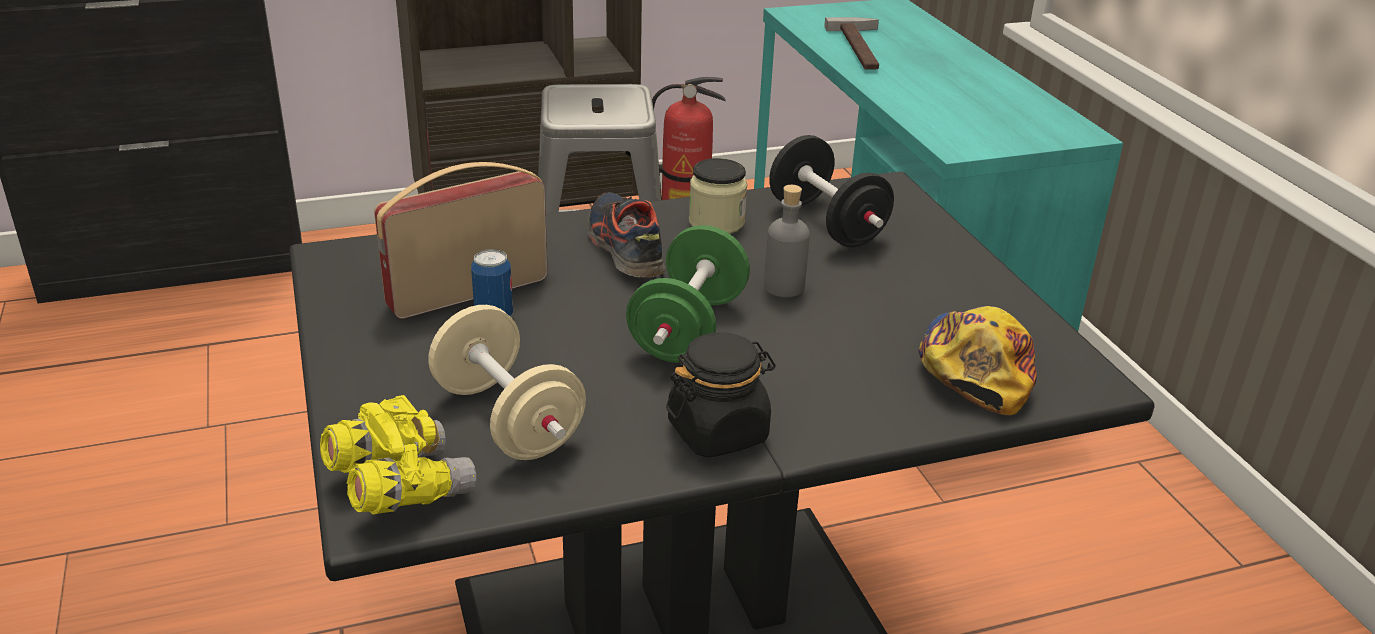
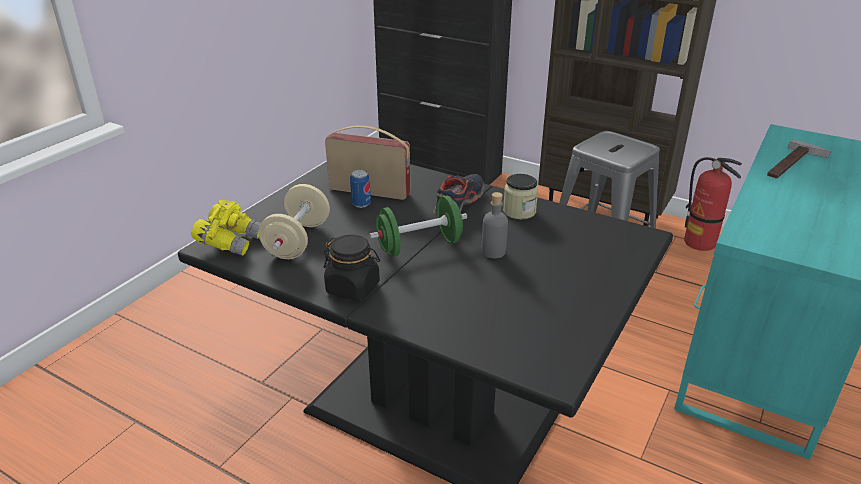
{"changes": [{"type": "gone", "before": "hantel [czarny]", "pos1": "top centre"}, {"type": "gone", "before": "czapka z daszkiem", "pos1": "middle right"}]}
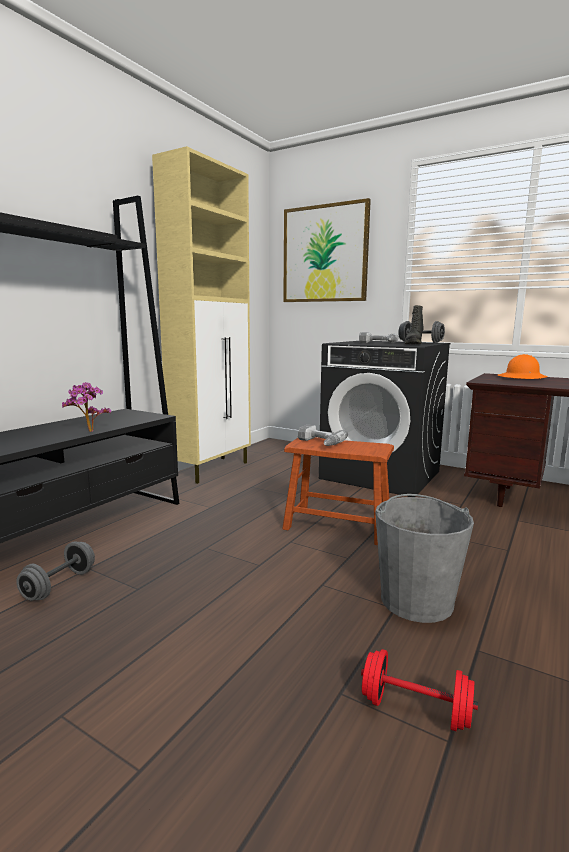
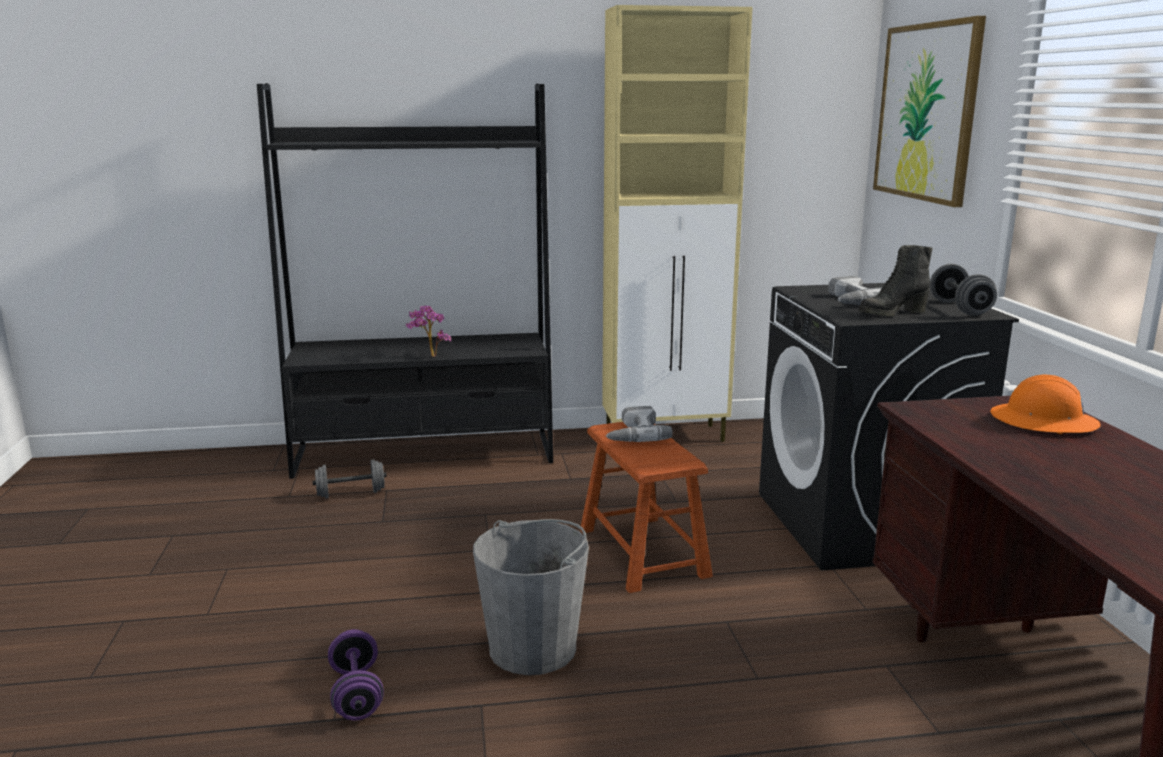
{"changes": [{"type": "repainted", "before": "hantel [czerwony]", "after": "hantel [fioletowy]", "pos1": "bottom right", "pos2": "bottom left"}]}
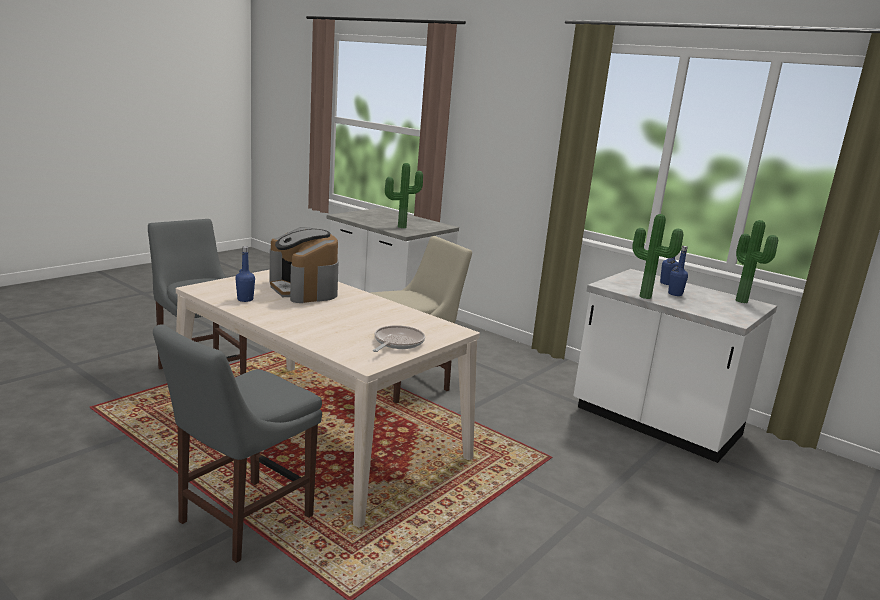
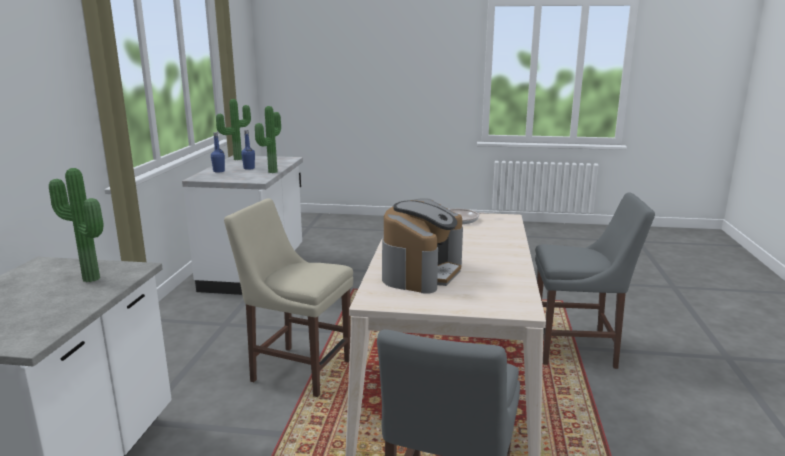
{"changes": [{"type": "gone", "before": "butelka [niebieski] (no. 1 from left)", "pos1": "middle left"}]}
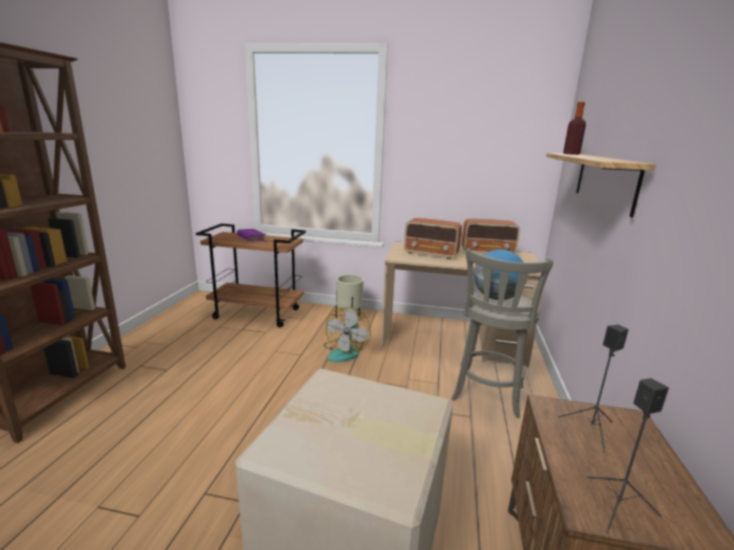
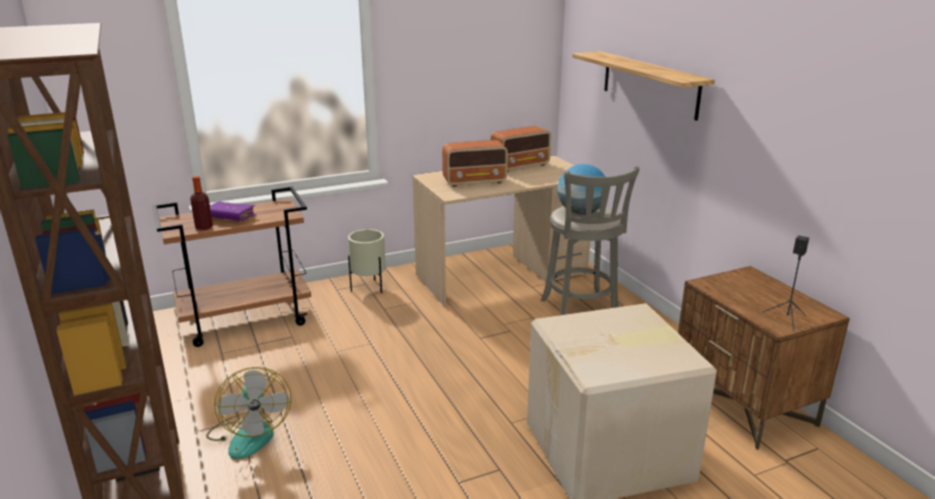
{"changes": [{"type": "shifted", "before": "wentylator", "pos1": "centre", "pos2": "bottom left"}, {"type": "gone", "before": "głośnik [czarny] (no. 1 from left)", "pos1": "bottom right"}, {"type": "shifted", "before": "butelka", "pos1": "top right", "pos2": "middle left"}]}
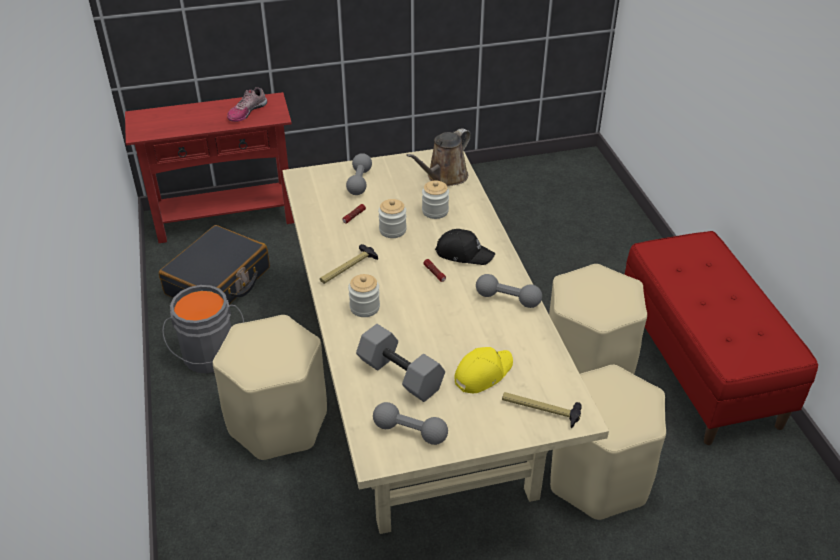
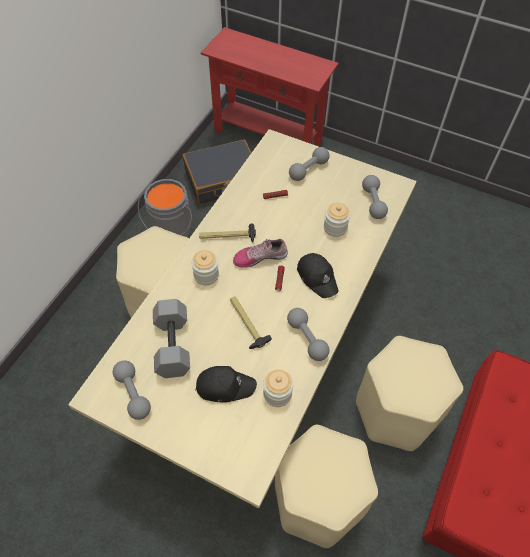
{"changes": [{"type": "shifted", "before": "but", "pos1": "top left", "pos2": "centre"}, {"type": "shifted", "before": "słoik (no. 2 from left)", "pos1": "centre", "pos2": "bottom centre"}, {"type": "swapped", "before": "konewka [brązowy]", "after": "hantel [szary] (no. 5 from left)", "pos1": "top centre", "pos2": "middle right"}, {"type": "repainted", "before": "czapka z daszkiem [żółty]", "after": "czapka z daszkiem [czarny] (no. 1 from left)", "pos1": "centre", "pos2": "bottom centre"}, {"type": "shifted", "before": "młotek (no. 2 from left)", "pos1": "bottom centre", "pos2": "centre"}]}
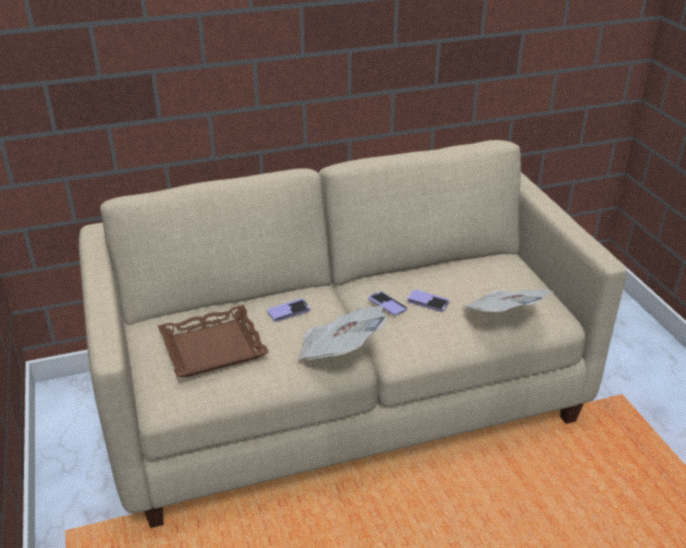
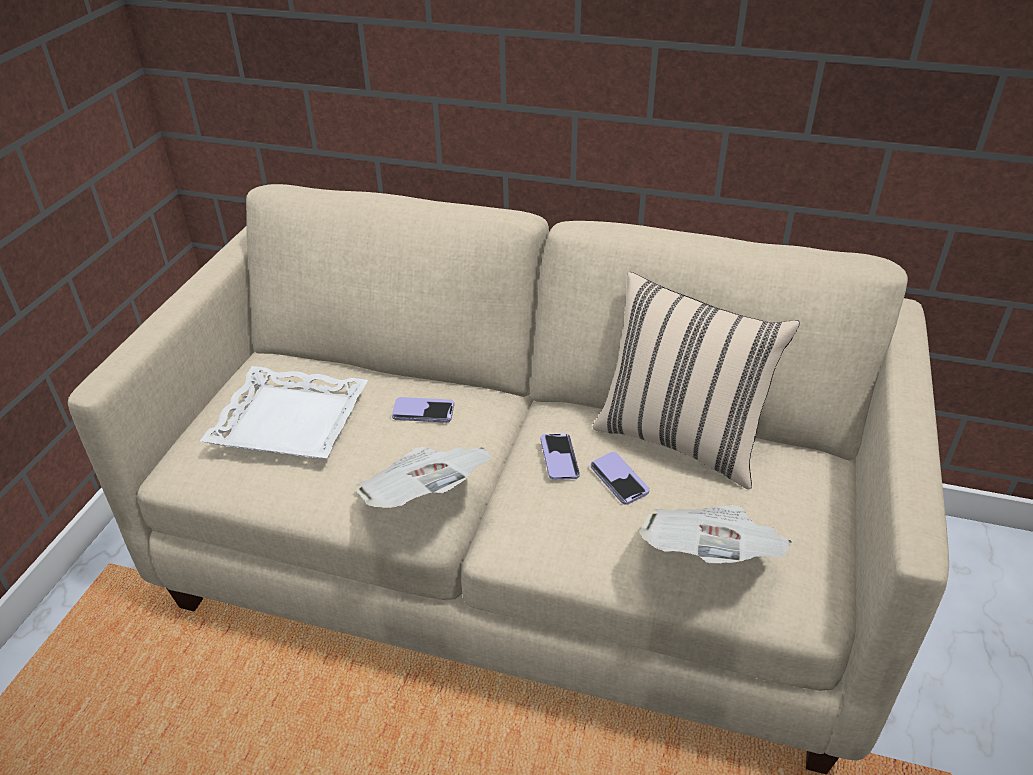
{"changes": [{"type": "repainted", "before": "taca [brązowy]", "after": "taca [biały]", "pos1": "middle left", "pos2": "middle left"}, {"type": "new", "after": "poduszka [beżowy]", "pos2": "middle right"}]}
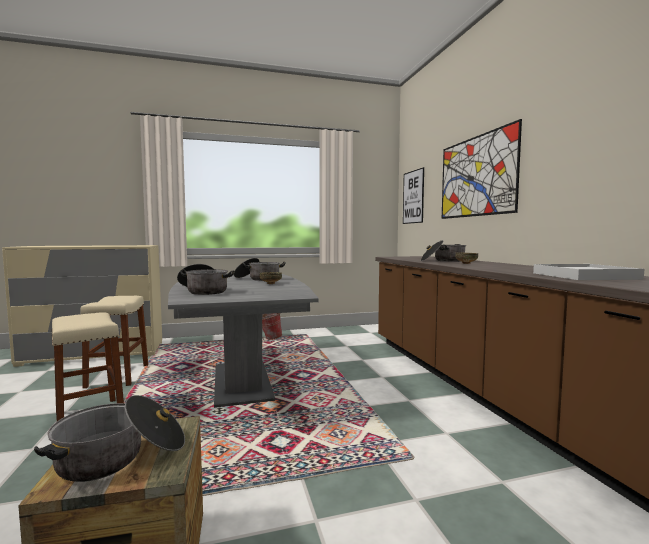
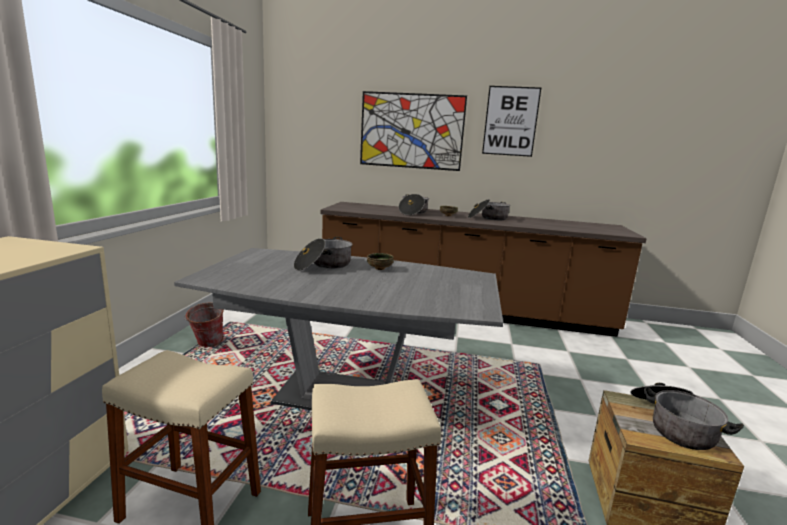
{"changes": [{"type": "shifted", "before": "garnek (no. 2 from left in the first image)", "after": "garnek (no. 3 from left)", "pos1": "middle left", "pos2": "centre"}, {"type": "shifted", "before": "obraz (no. 1 from left in the first image)", "after": "obraz (no. 2 from left)", "pos1": "centre", "pos2": "top centre"}, {"type": "gone", "before": "taca [biały]", "pos1": "middle right"}]}
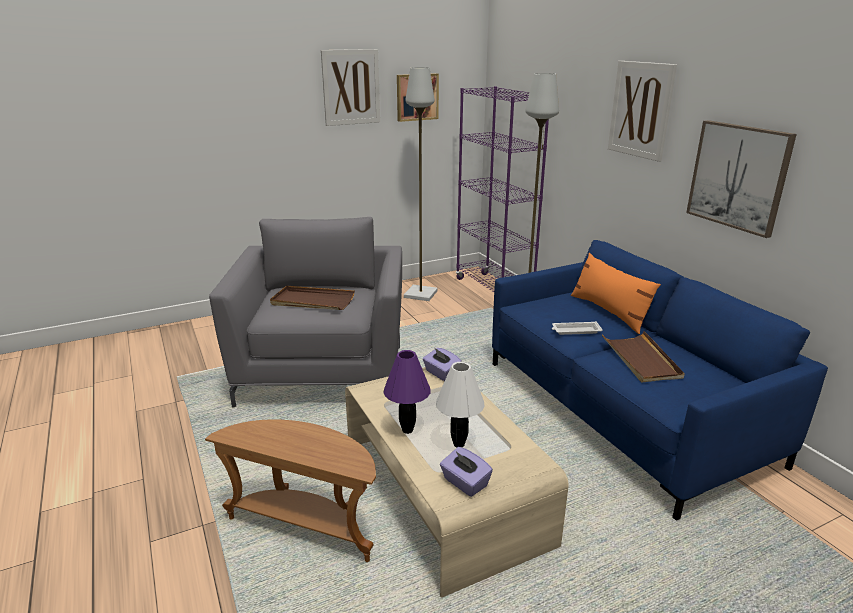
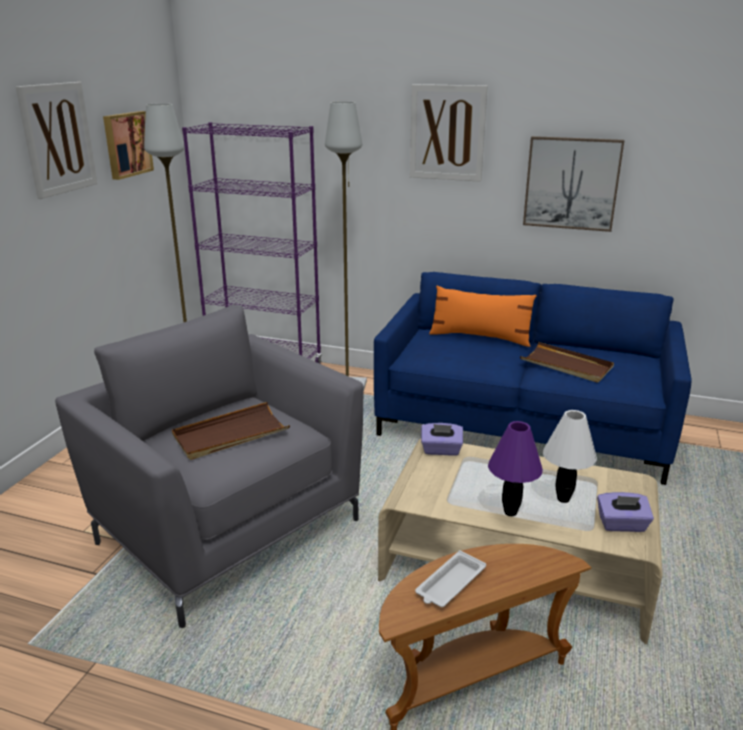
{"changes": [{"type": "shifted", "before": "taca [biały]", "pos1": "middle right", "pos2": "bottom centre"}]}
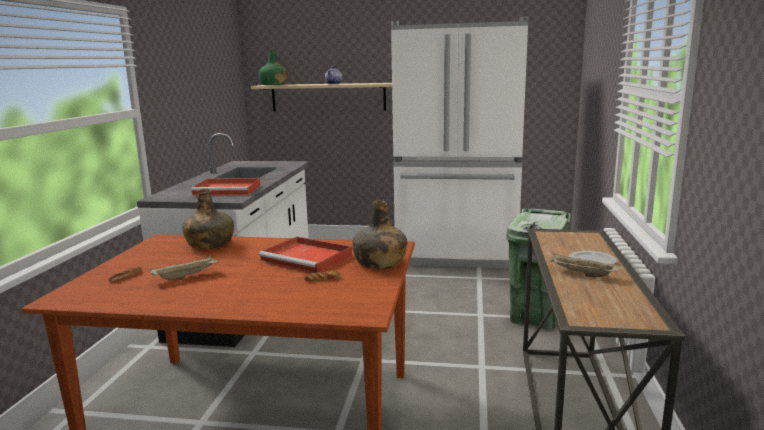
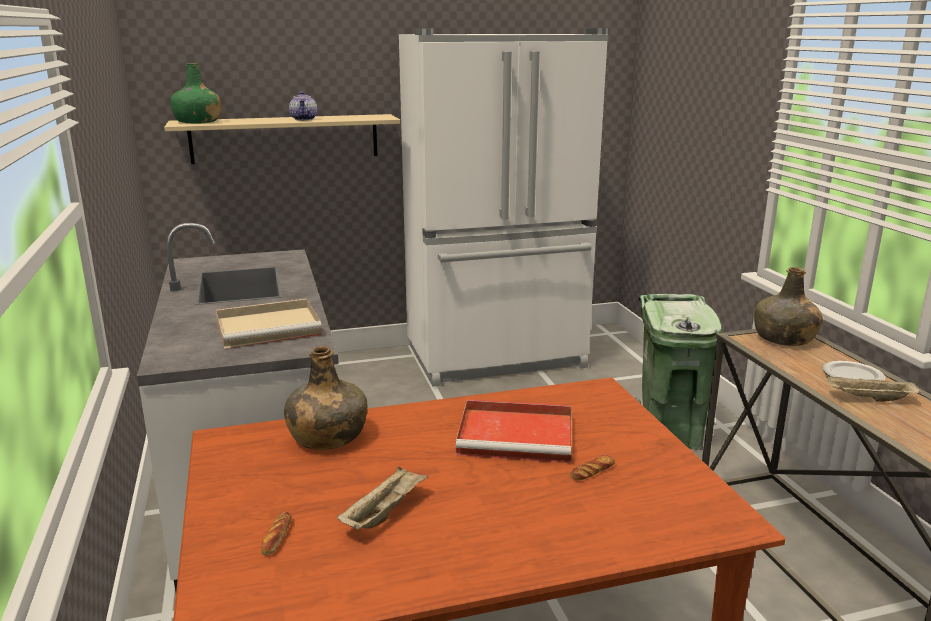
{"changes": [{"type": "repainted", "before": "taca [czerwony] (no. 1 from left)", "after": "taca [beżowy] (no. 1 from left)", "pos1": "middle left", "pos2": "middle left"}, {"type": "shifted", "before": "butelka [zielony] (no. 3 from left)", "pos1": "centre", "pos2": "middle right"}]}
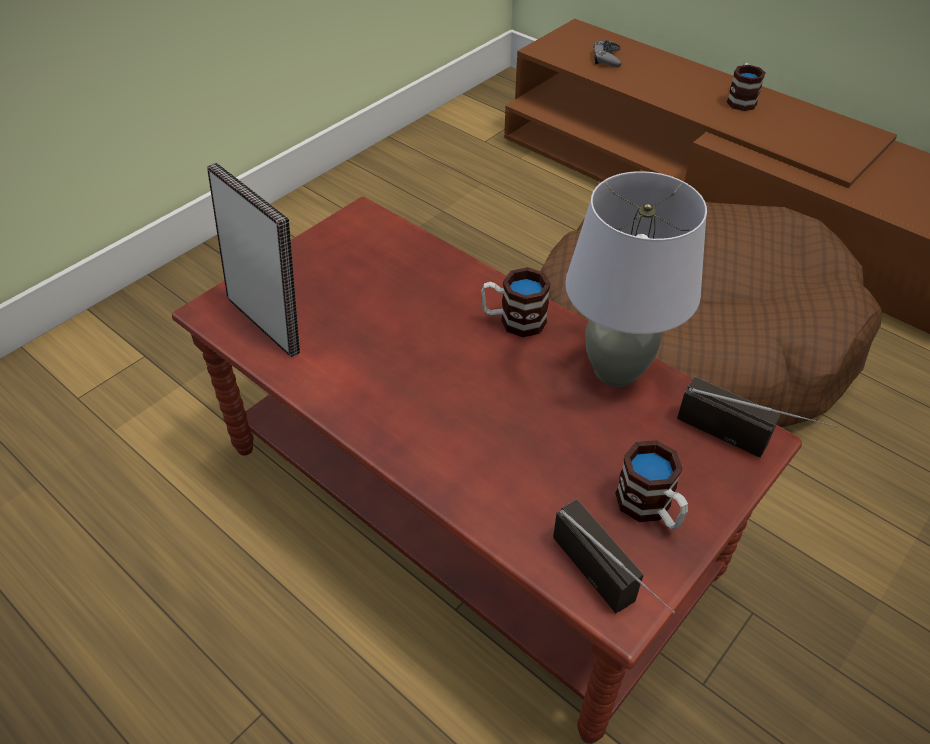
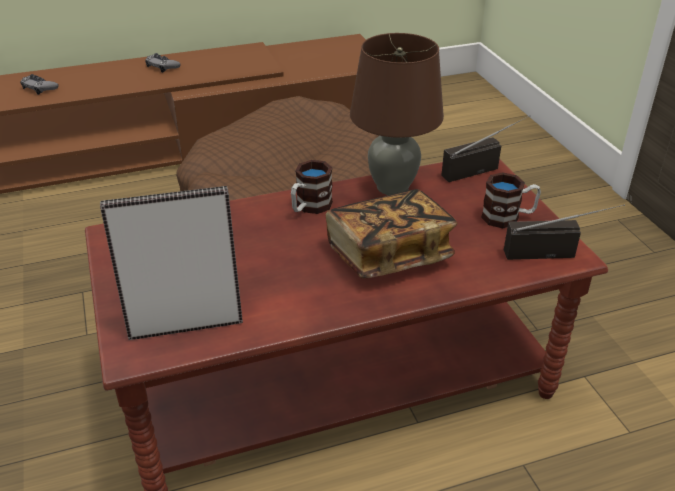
{"changes": [{"type": "repainted", "before": "lampa stołowa [szary]", "after": "lampa stołowa [brązowy]", "pos1": "middle right", "pos2": "top centre"}, {"type": "swapped", "before": "kubek (no. 3 from left)", "after": "pad do gier [szary] (no. 2 from left)", "pos1": "top right", "pos2": "top left"}, {"type": "new", "after": "książka", "pos2": "centre"}]}
